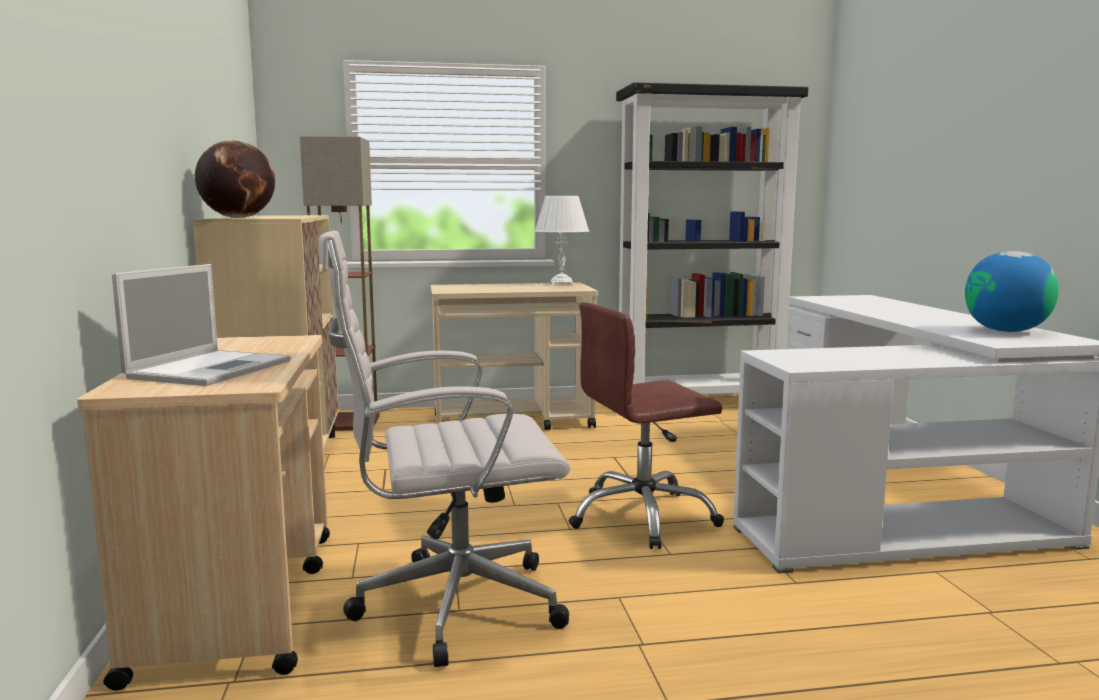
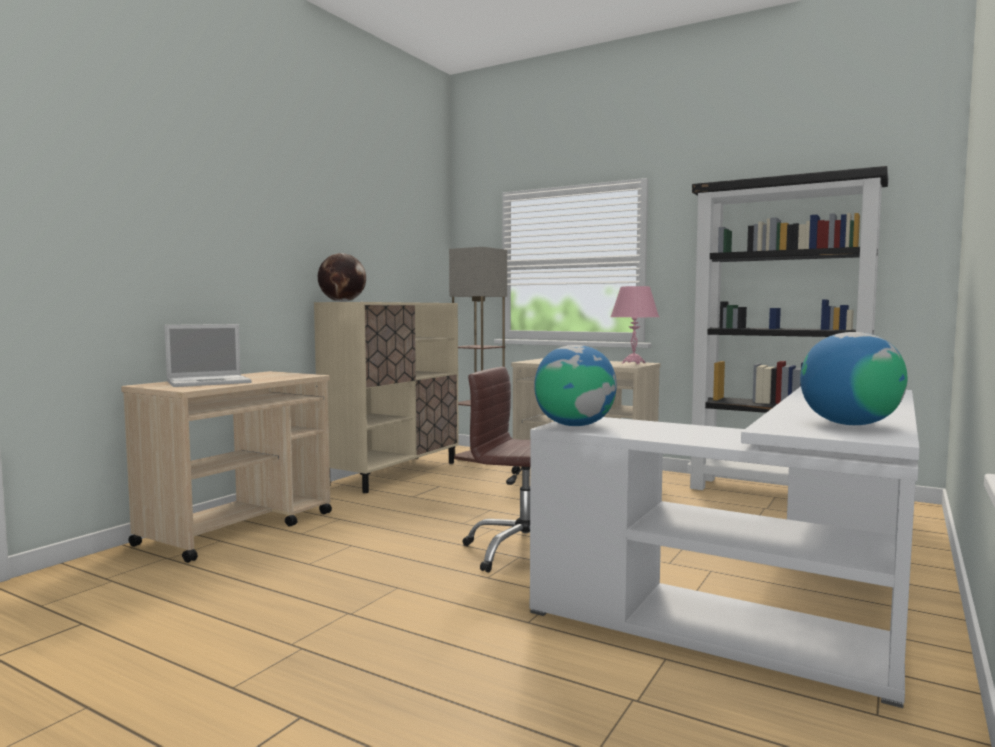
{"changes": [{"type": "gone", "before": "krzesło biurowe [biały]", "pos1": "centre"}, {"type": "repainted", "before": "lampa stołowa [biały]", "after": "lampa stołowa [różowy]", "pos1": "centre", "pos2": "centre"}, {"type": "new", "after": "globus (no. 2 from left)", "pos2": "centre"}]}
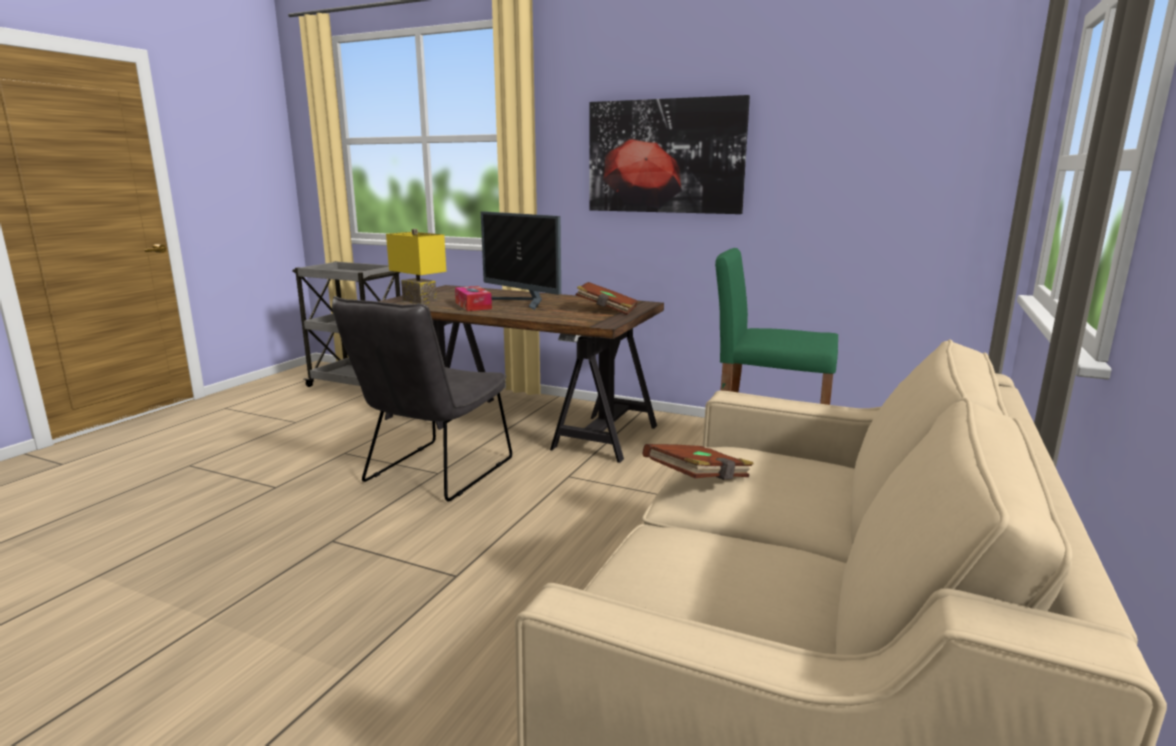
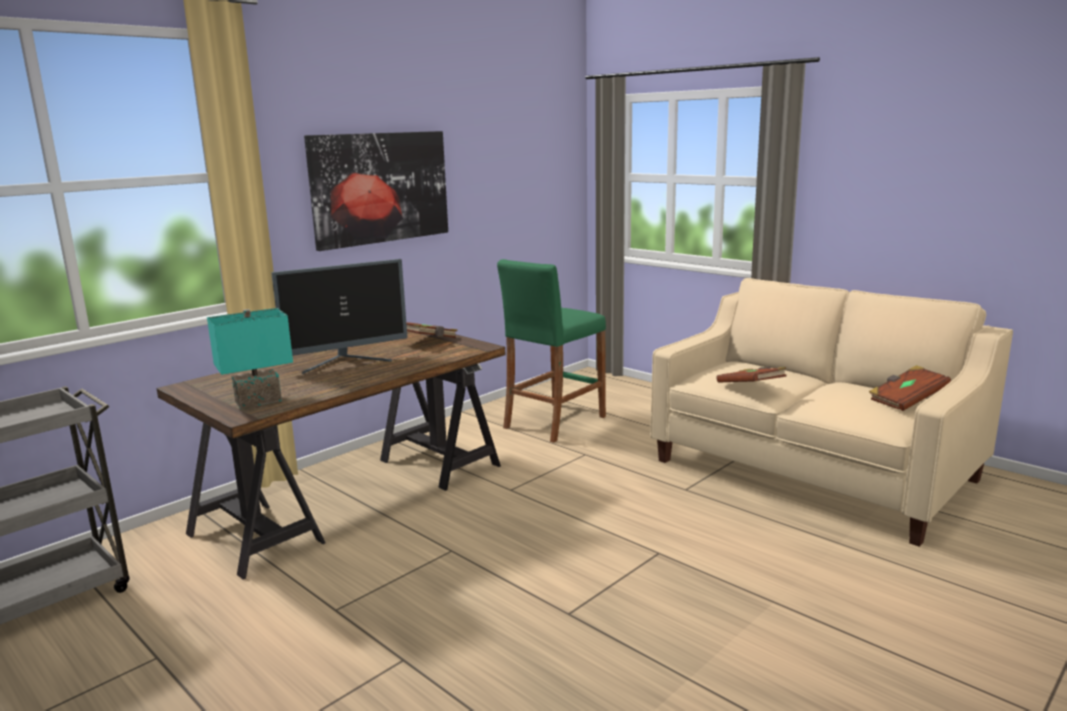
{"changes": [{"type": "gone", "before": "krzesło [szary]", "pos1": "centre"}, {"type": "repainted", "before": "lampa stołowa [żółty]", "after": "lampa stołowa [turkusowy]", "pos1": "centre", "pos2": "middle left"}, {"type": "gone", "before": "pudełko chusteczek", "pos1": "centre"}, {"type": "new", "after": "książka [brązowy] (no. 3 from left)", "pos2": "middle right"}]}
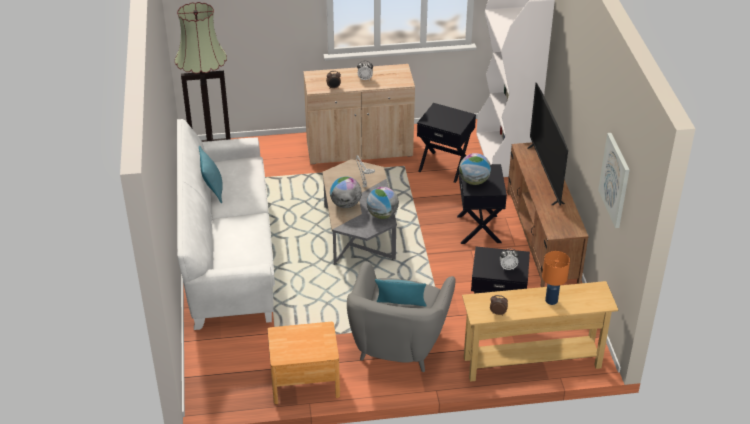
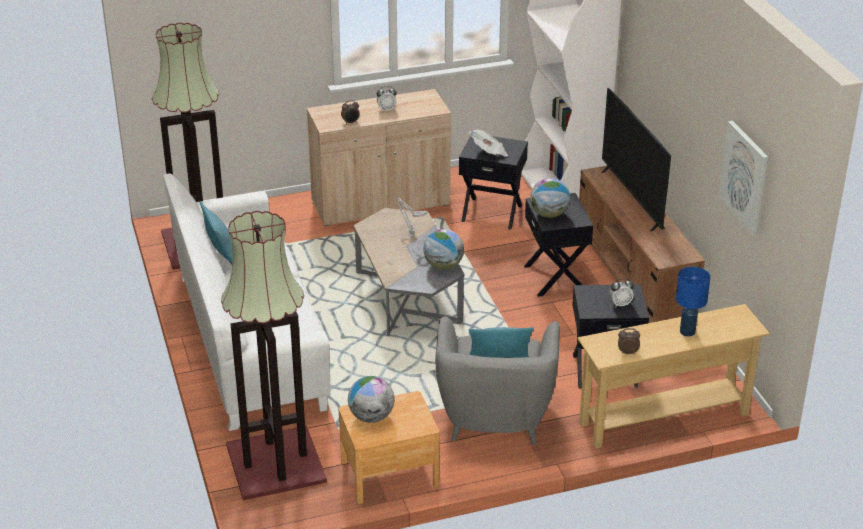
{"changes": [{"type": "shifted", "before": "globus (no. 1 from left)", "pos1": "centre", "pos2": "bottom centre"}, {"type": "repainted", "before": "lampa stołowa [pomarańczowy]", "after": "lampa stołowa [niebieski]", "pos1": "middle right", "pos2": "middle right"}, {"type": "new", "after": "lampa stojąca (no. 2 from left)", "pos2": "bottom left"}, {"type": "new", "after": "gazeta", "pos2": "top centre"}]}
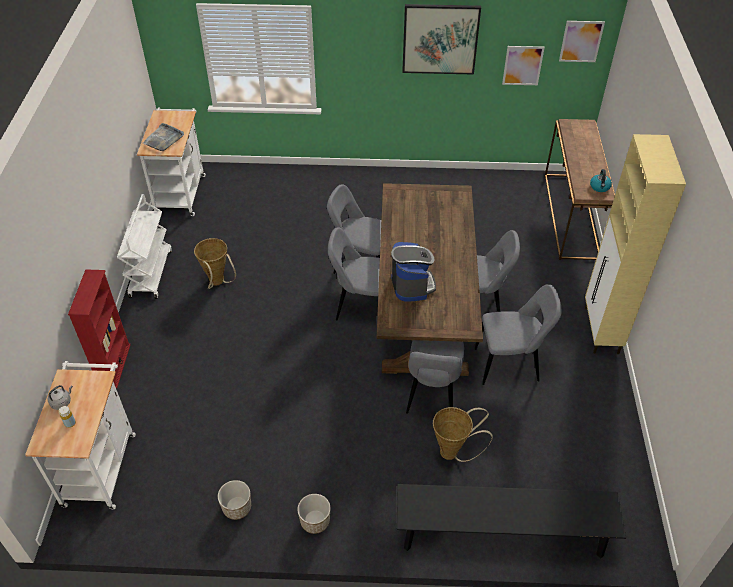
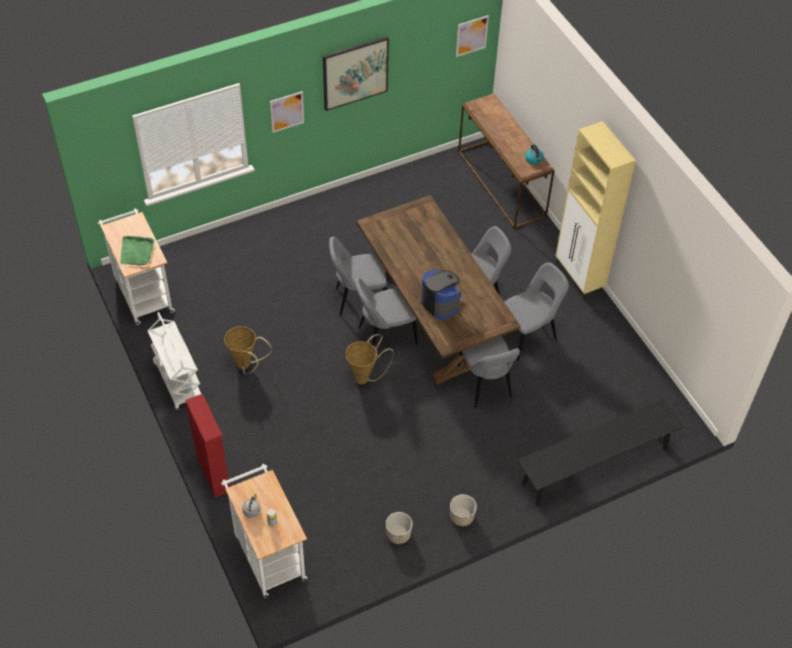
{"changes": [{"type": "repainted", "before": "taca [szary]", "after": "taca [zielony]", "pos1": "top left", "pos2": "middle left"}, {"type": "shifted", "before": "koszyk (no. 2 from left)", "pos1": "bottom centre", "pos2": "centre"}, {"type": "shifted", "before": "obraz (no. 2 from left in the first image)", "after": "obraz (no. 1 from left)", "pos1": "top right", "pos2": "top centre"}]}
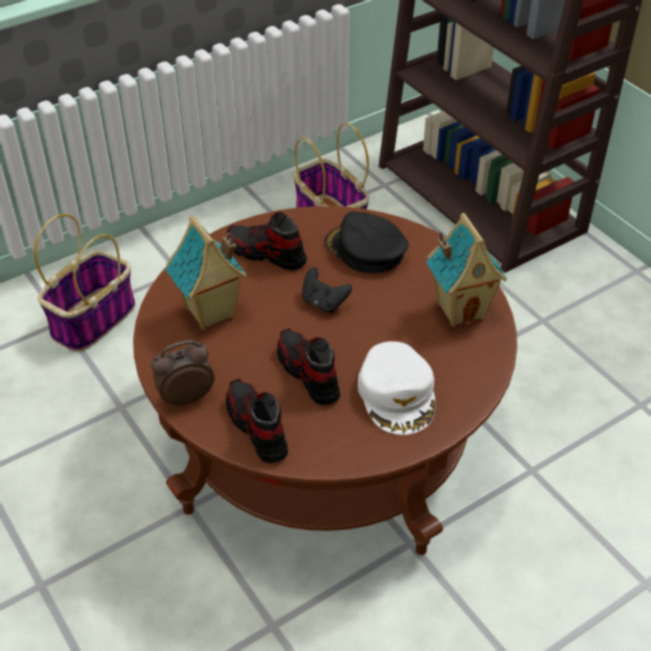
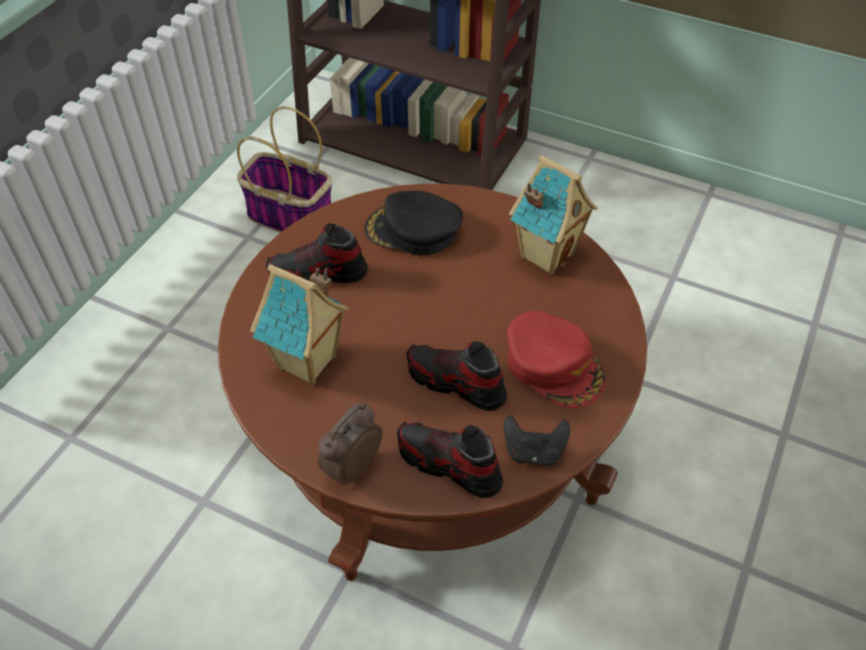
{"changes": [{"type": "gone", "before": "koszyk (no. 1 from left)", "pos1": "middle left"}, {"type": "shifted", "before": "pad do gier [czarny]", "pos1": "centre", "pos2": "bottom centre"}, {"type": "repainted", "before": "czapka z daszkiem [biały]", "after": "czapka z daszkiem [czerwony]", "pos1": "centre", "pos2": "centre"}]}
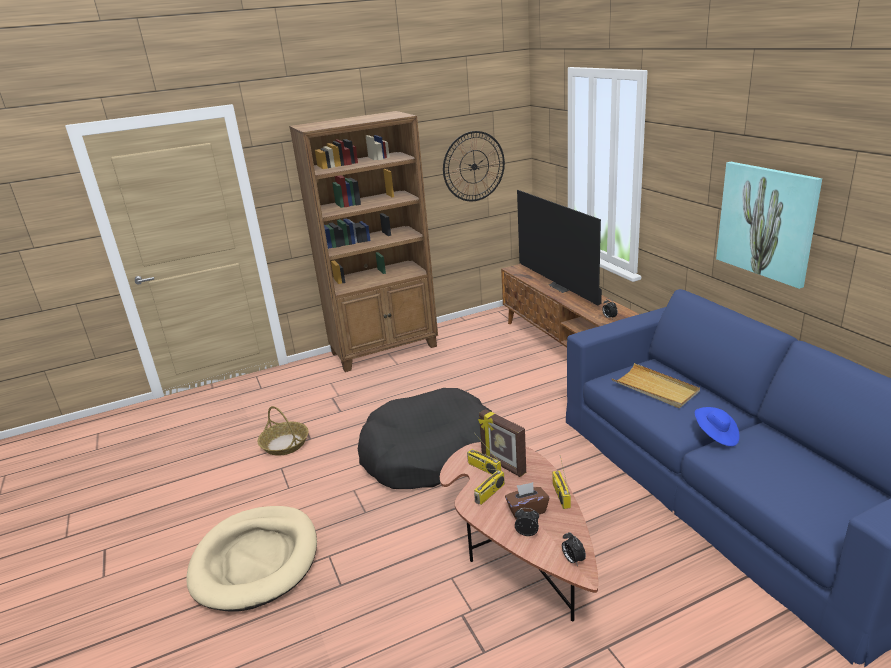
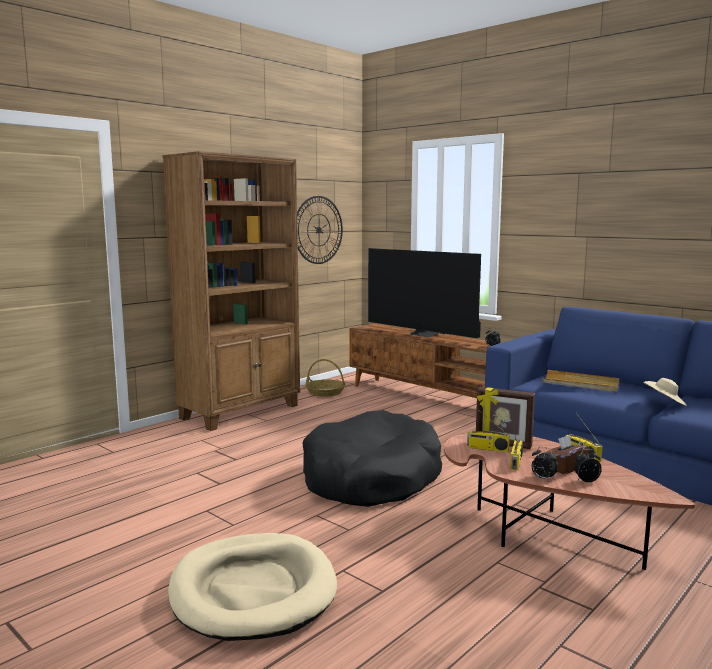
{"changes": [{"type": "shifted", "before": "koszyk", "pos1": "middle left", "pos2": "centre"}, {"type": "shifted", "before": "budzik (no. 2 from left)", "pos1": "bottom centre", "pos2": "bottom right"}, {"type": "repainted", "before": "kapelusz [niebieski]", "after": "kapelusz [beżowy]", "pos1": "middle right", "pos2": "middle right"}, {"type": "gone", "before": "obraz", "pos1": "middle right"}]}
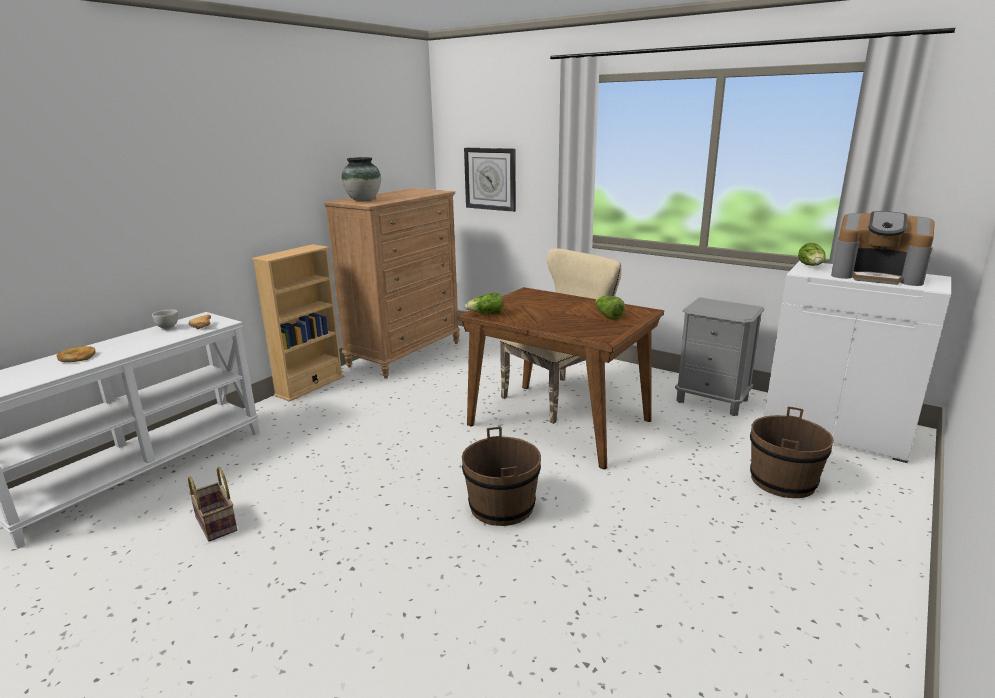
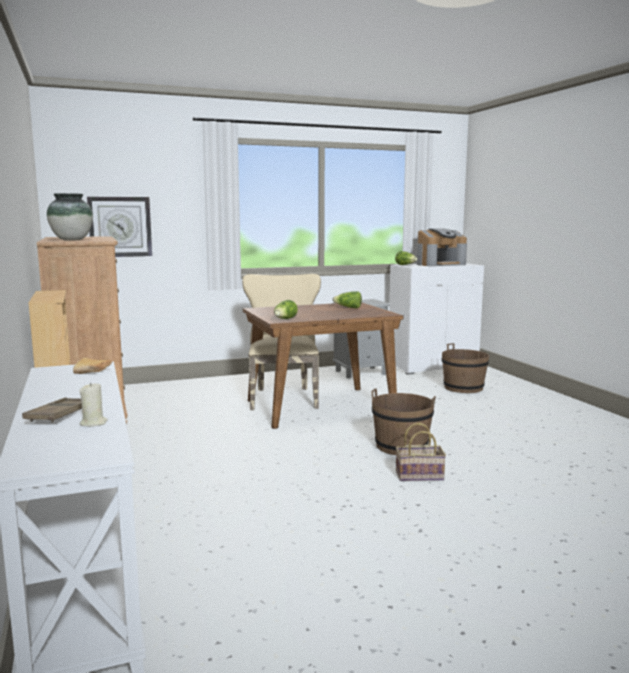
{"changes": [{"type": "swapped", "before": "chleb (no. 1 from left)", "after": "taca [brązowy]", "pos1": "middle left", "pos2": "middle left"}, {"type": "gone", "before": "miska [biały]", "pos1": "middle left"}, {"type": "shifted", "before": "koszyk", "pos1": "bottom left", "pos2": "bottom right"}, {"type": "new", "after": "świeca [beżowy]", "pos2": "middle left"}]}
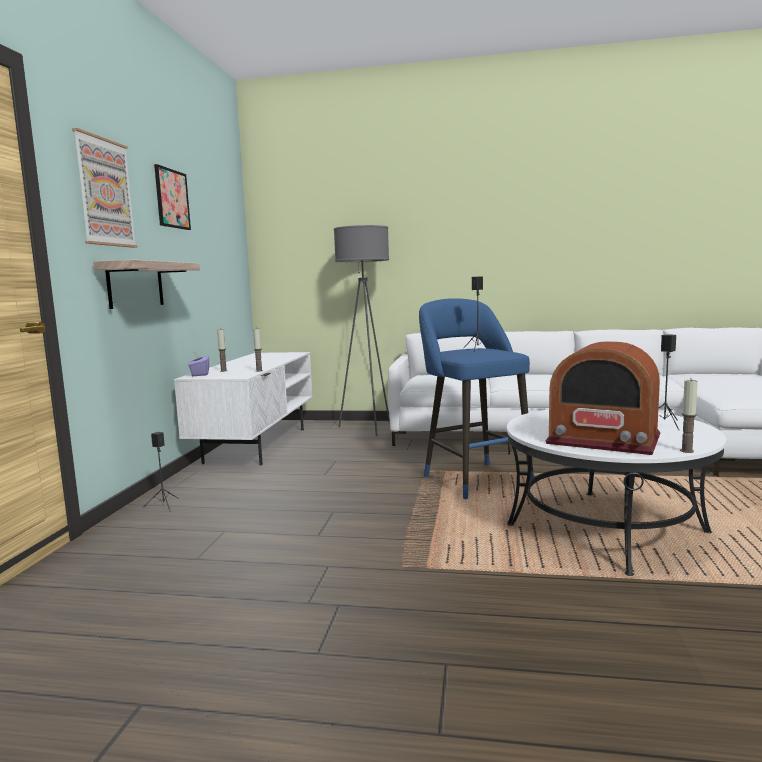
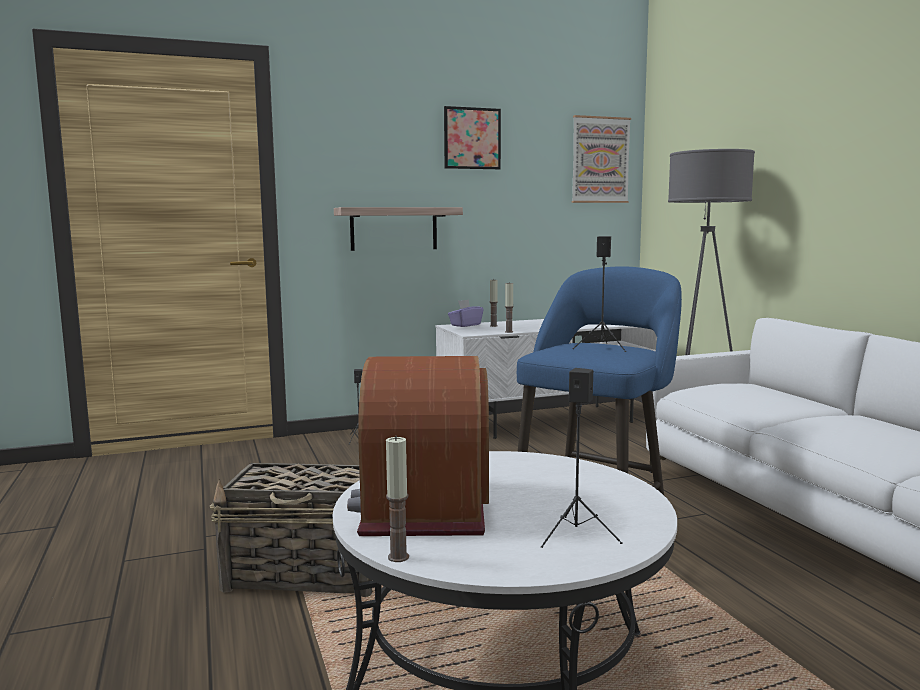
{"changes": [{"type": "shifted", "before": "obraz (no. 1 from left in the first image)", "after": "obraz (no. 2 from left)", "pos1": "top left", "pos2": "top centre"}, {"type": "new", "after": "koszyk", "pos2": "bottom left"}]}
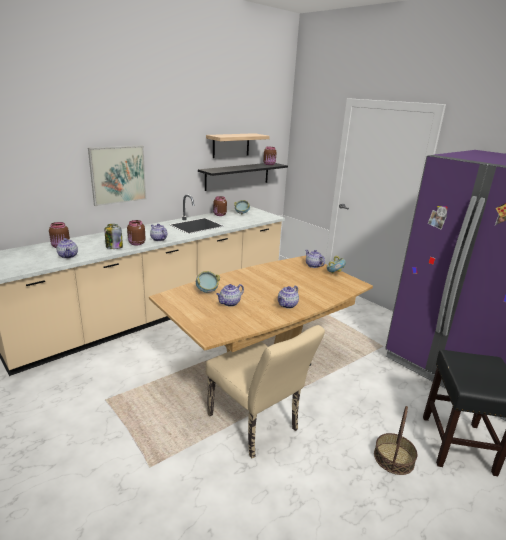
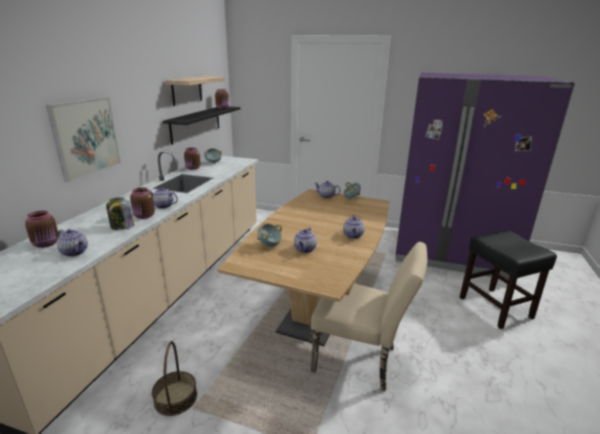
{"changes": [{"type": "shifted", "before": "koszyk", "pos1": "bottom right", "pos2": "bottom left"}]}
